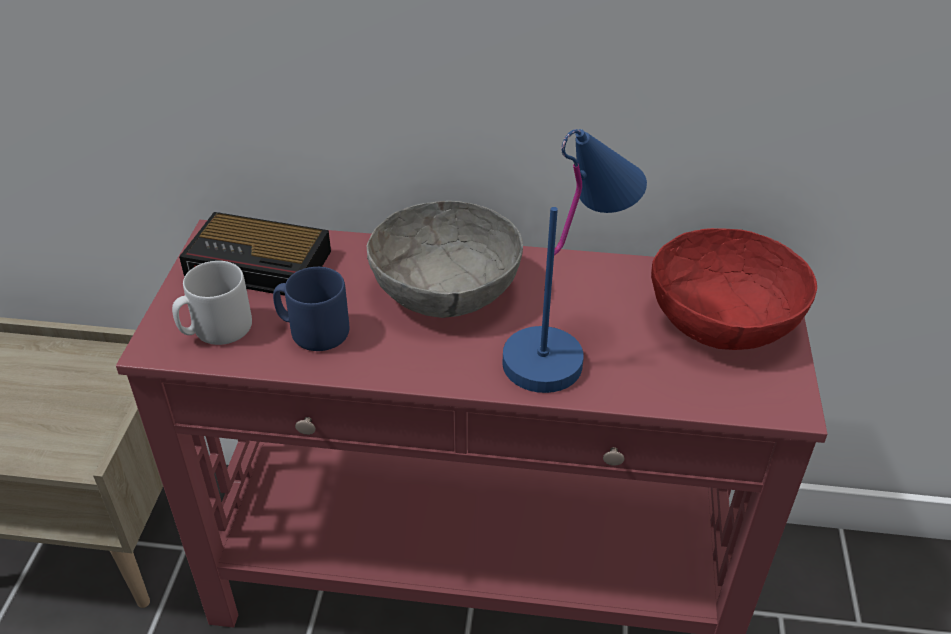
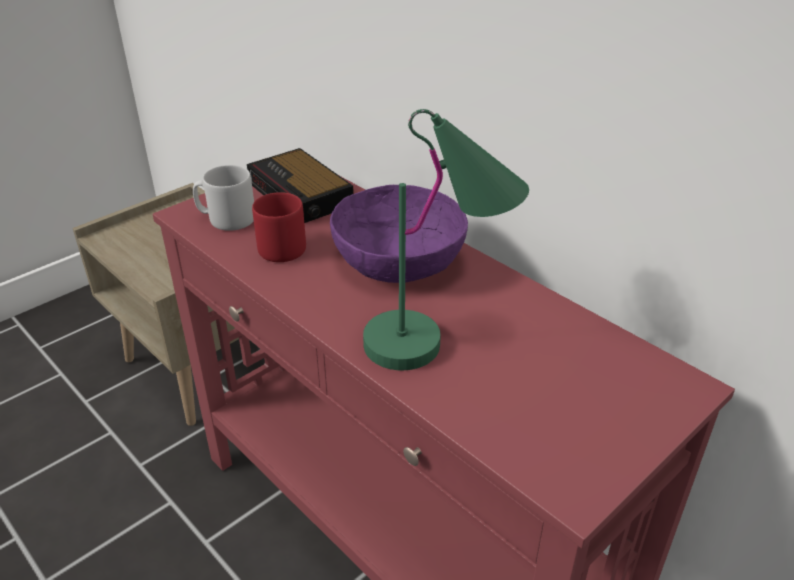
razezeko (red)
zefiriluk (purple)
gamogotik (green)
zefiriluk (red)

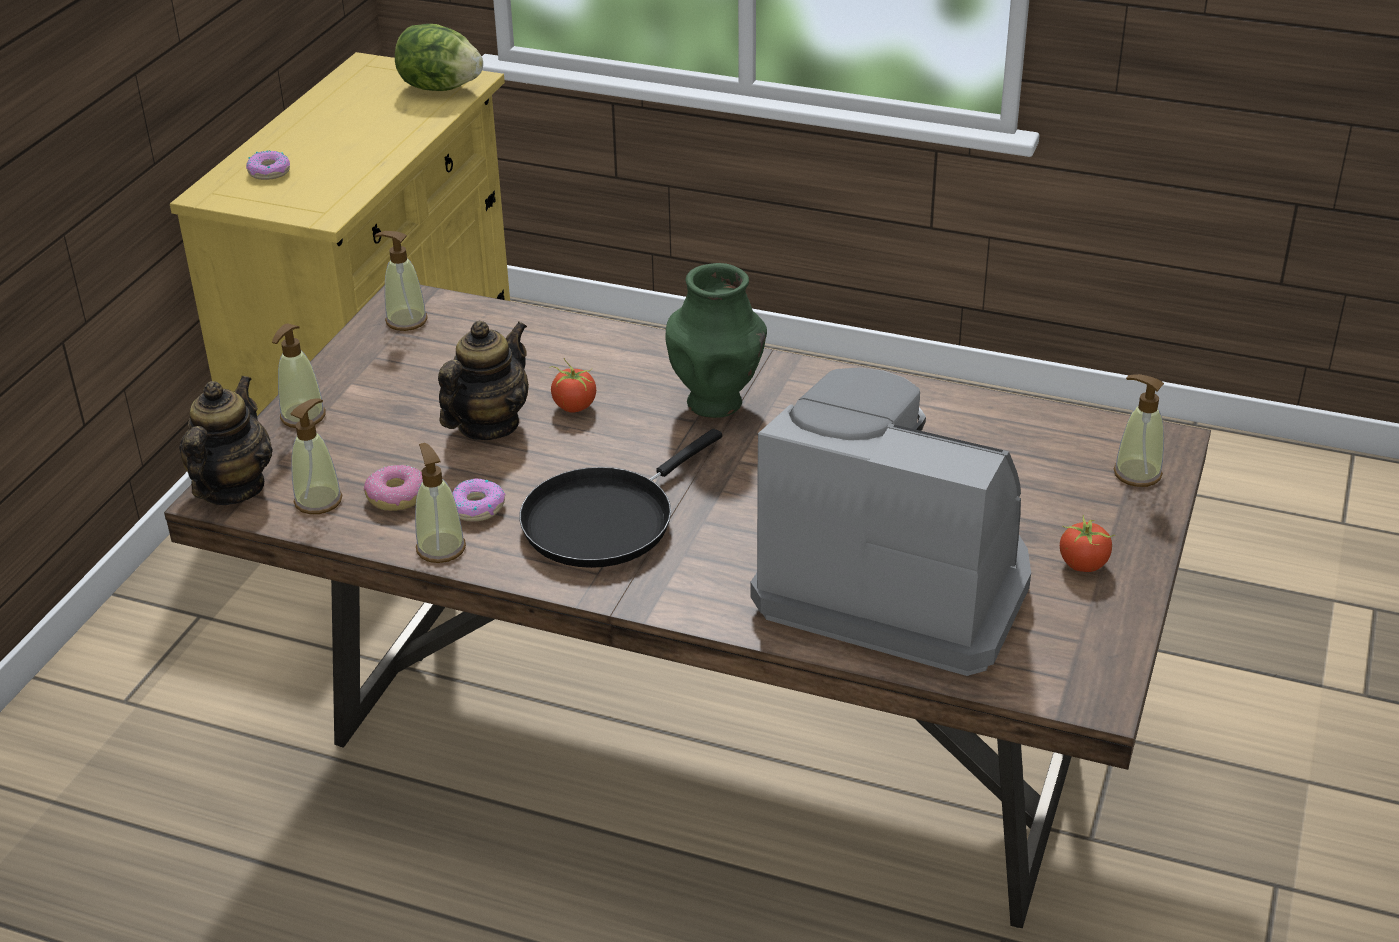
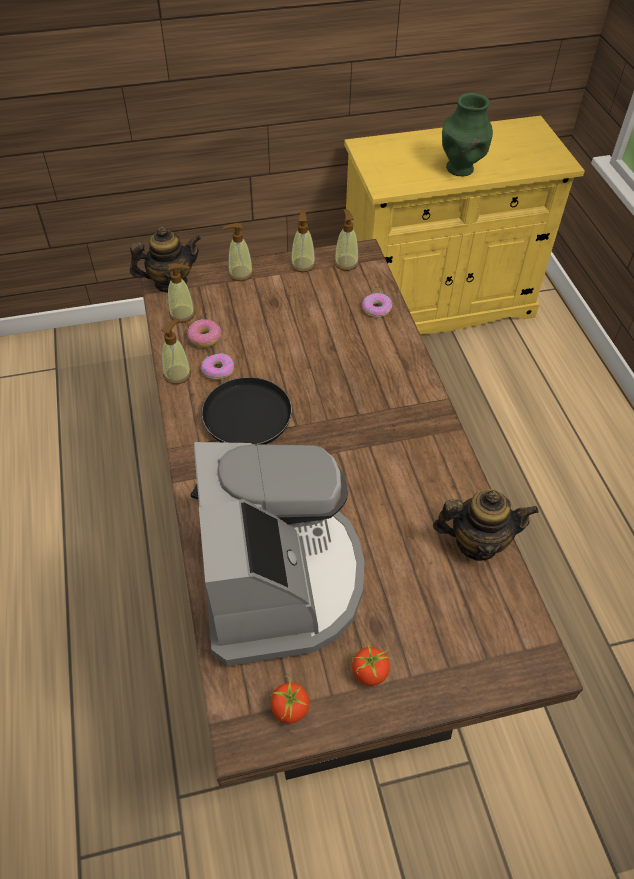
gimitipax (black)
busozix (1st from left)
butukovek (4th from left)
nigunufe (3rd from left)
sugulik (2nd from left)
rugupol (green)
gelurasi

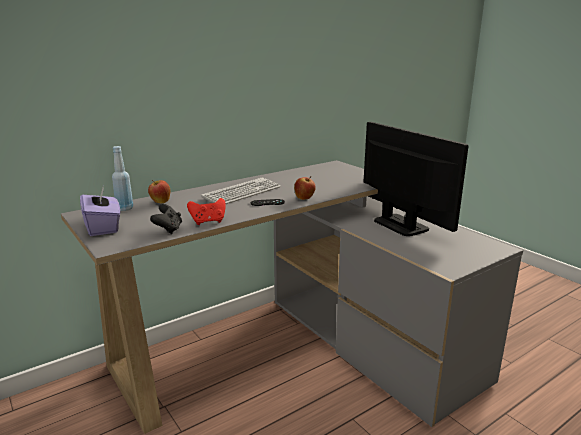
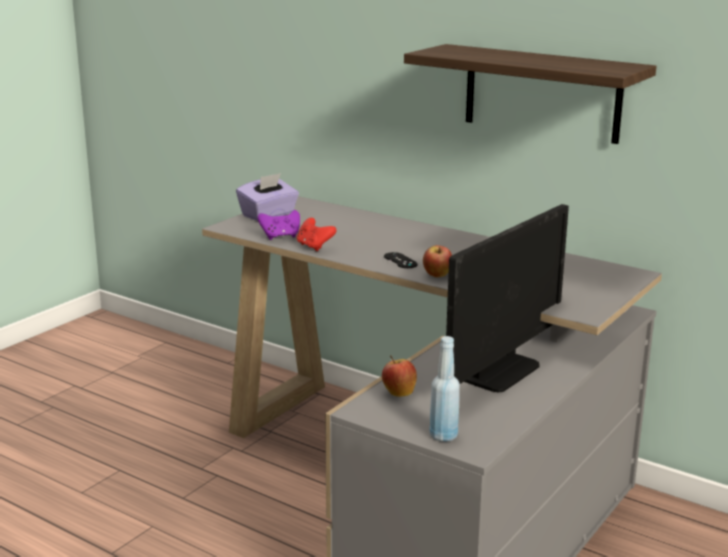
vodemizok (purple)
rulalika (1st from left)
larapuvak
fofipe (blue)
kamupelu

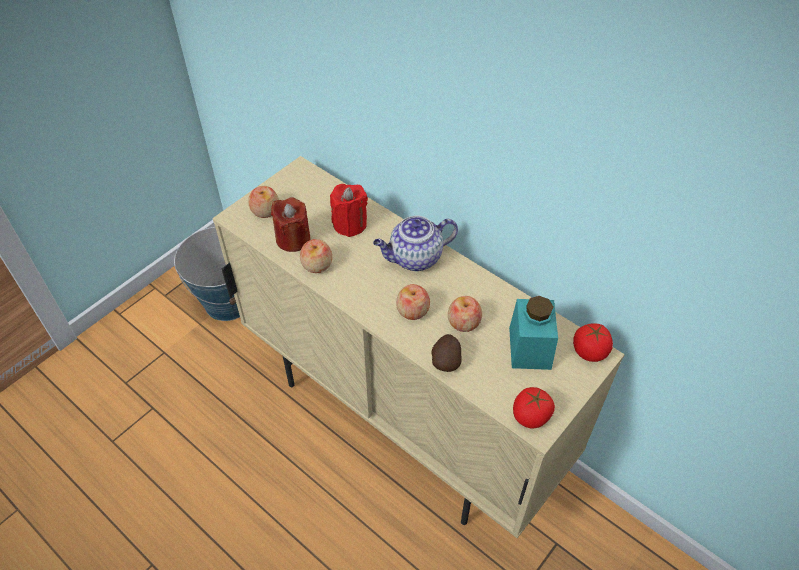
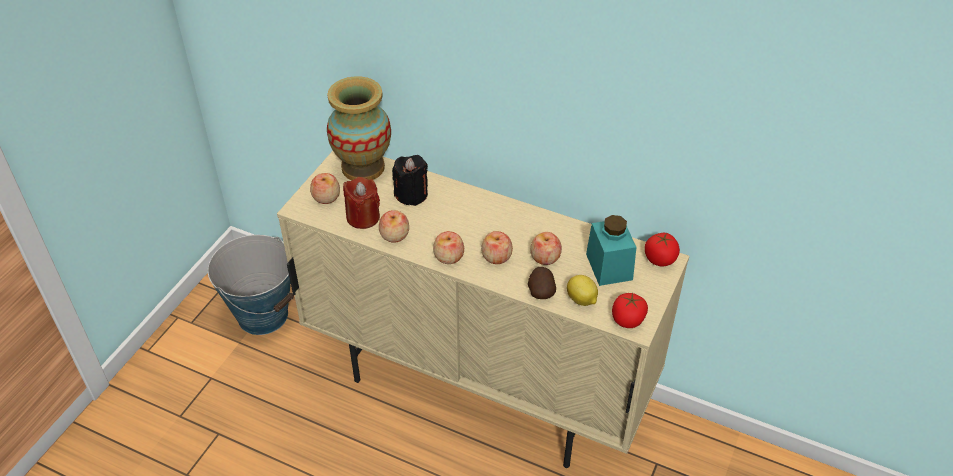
rugupol
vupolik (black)
rulalika (3rd from left)
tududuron
sugulik

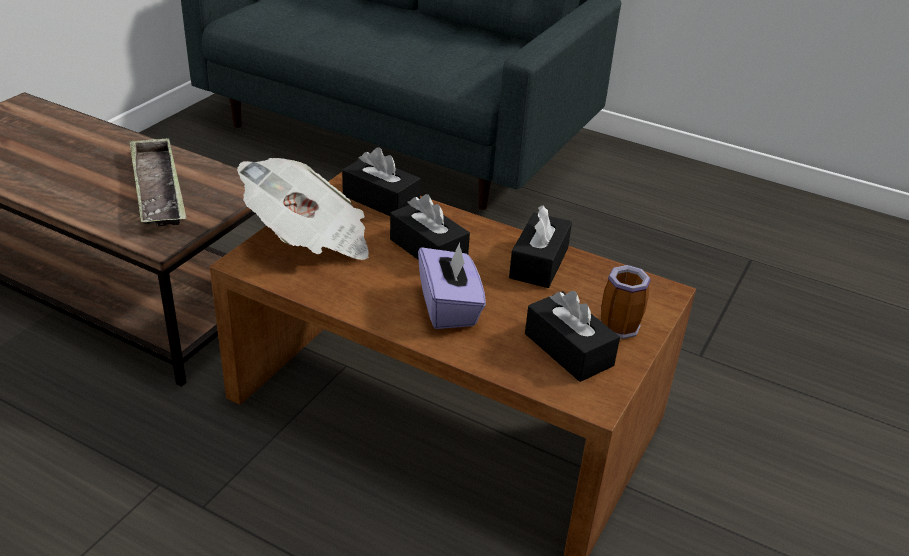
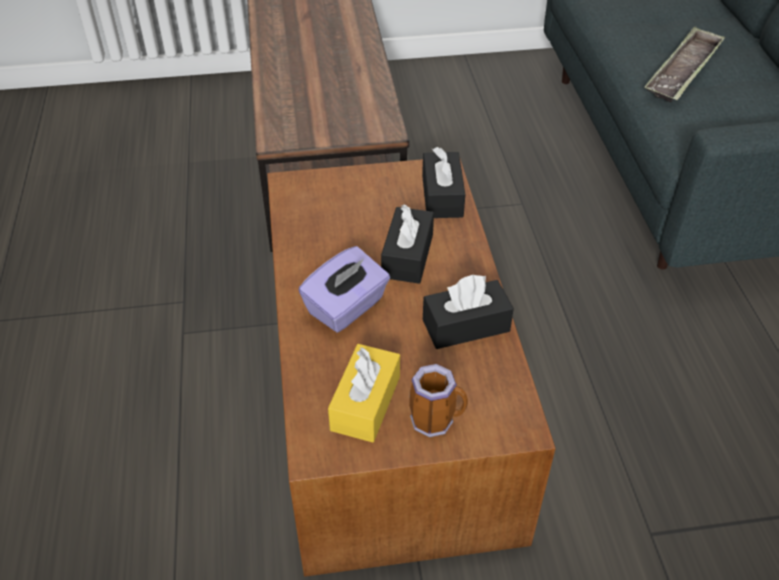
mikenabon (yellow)
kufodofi
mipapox

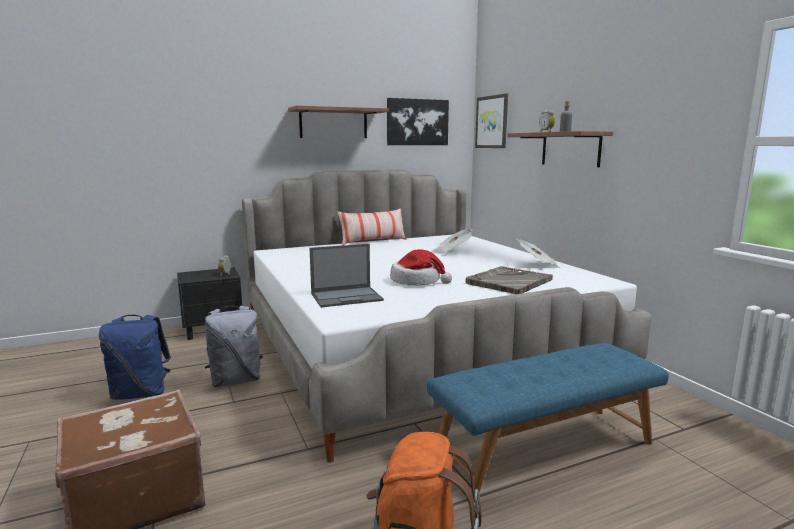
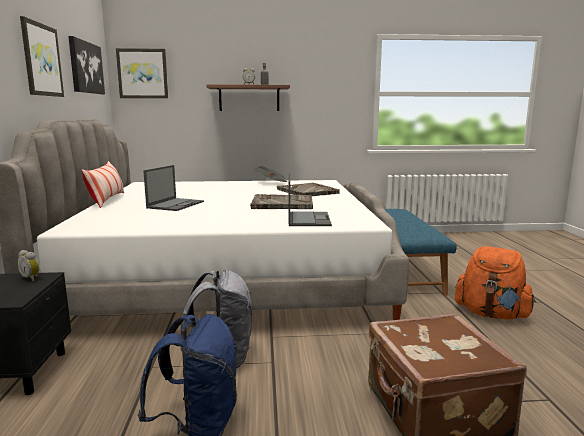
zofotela (1st from left)
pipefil (1st from left)
kufodofi (grey) (1st from left)
mipapox (1st from left in the first image)

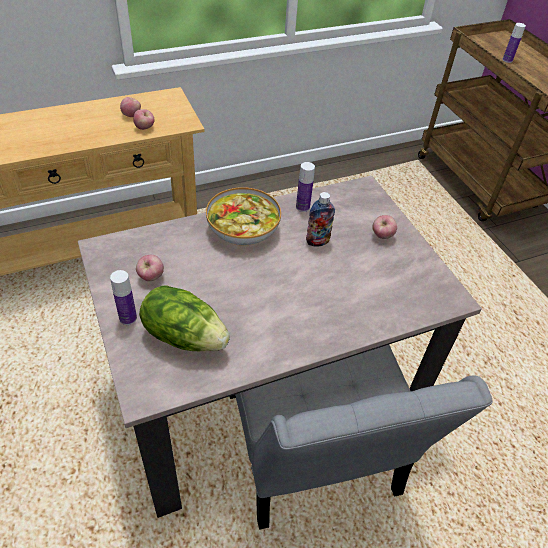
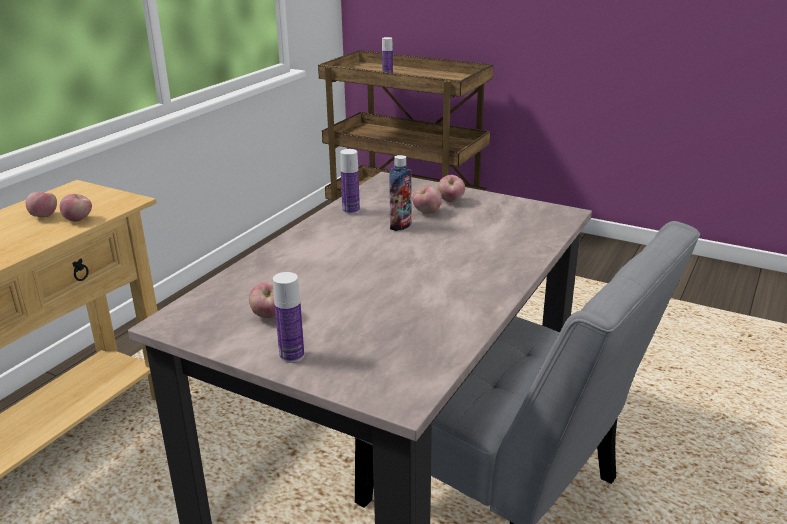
rulalika (4th from left)
gelurasi
zefiriluk

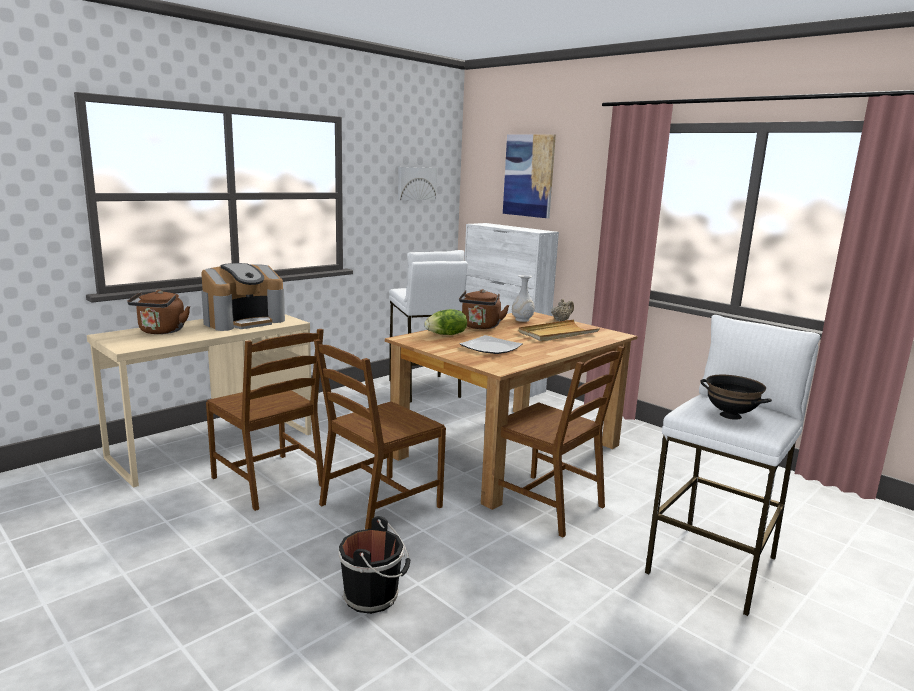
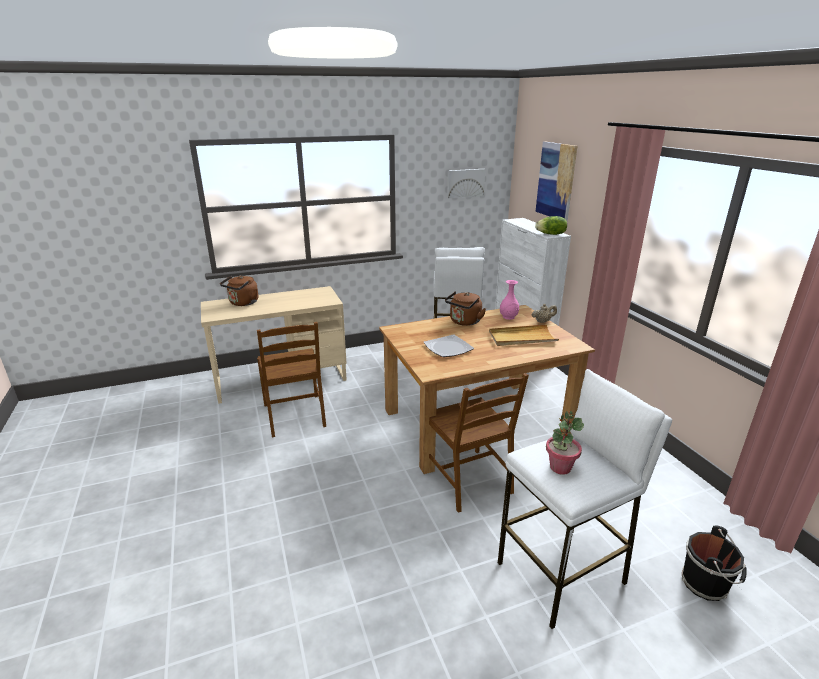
rugupol (pink)
gelurasi
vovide
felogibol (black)
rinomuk
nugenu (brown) (2nd from left in the first image)

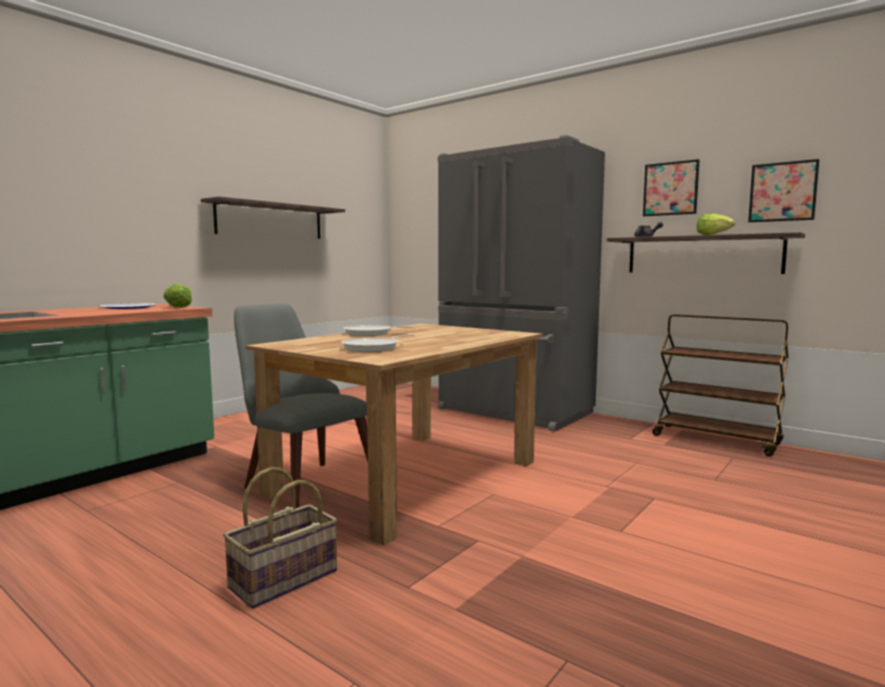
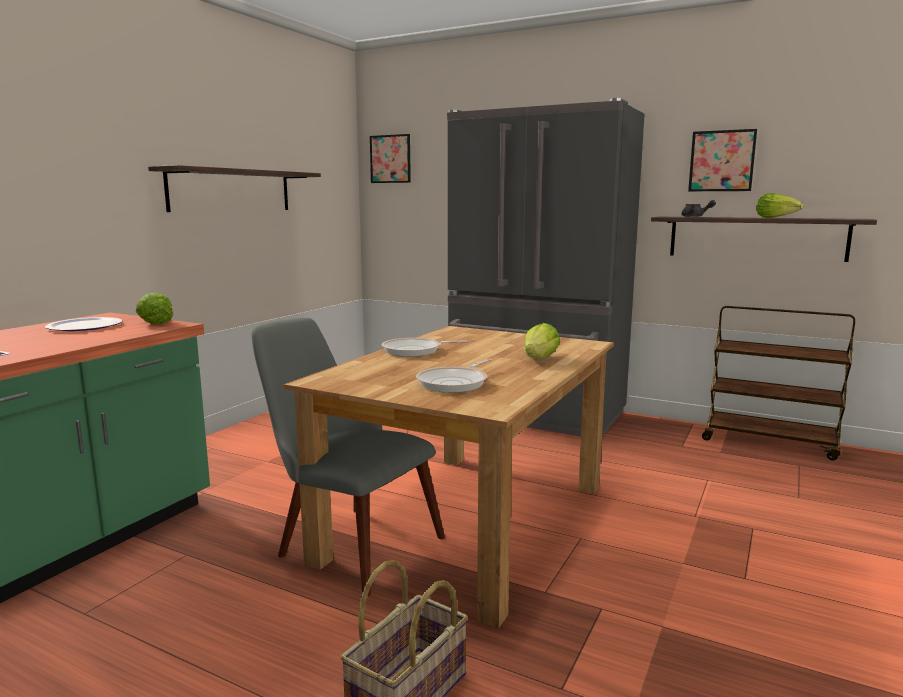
zofotela (1st from left)
gelurasi (2nd from left)

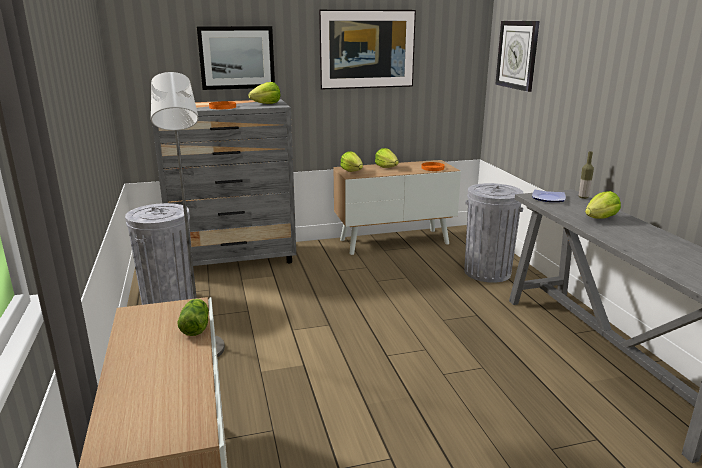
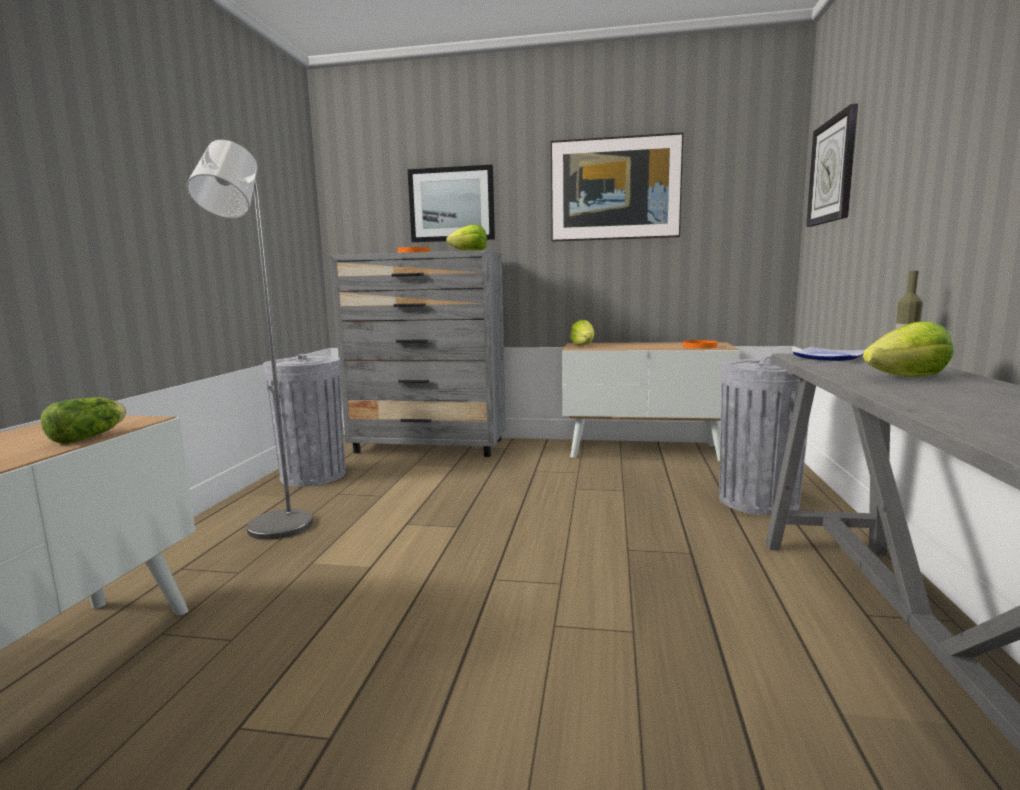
gelurasi (4th from left in the first image)

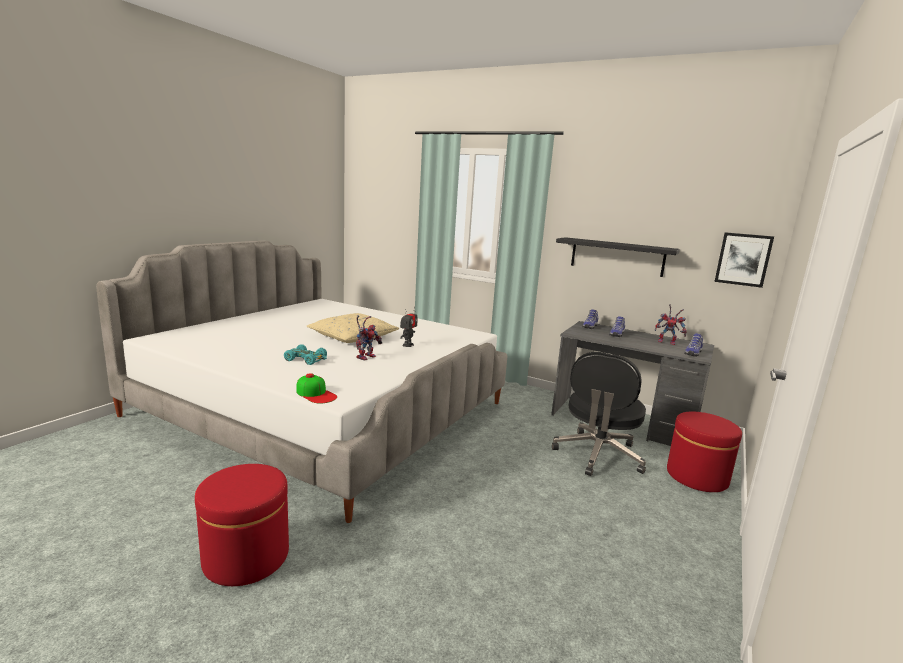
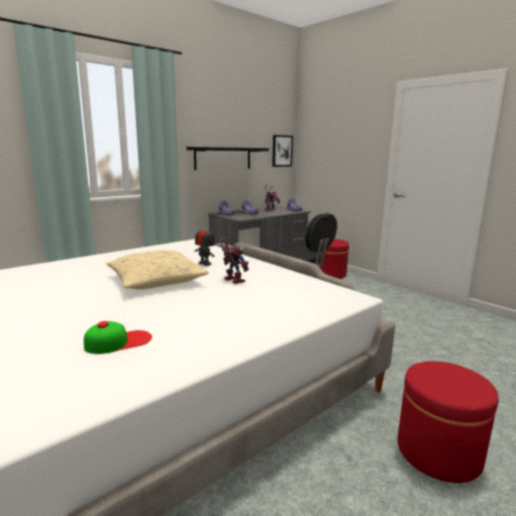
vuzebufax
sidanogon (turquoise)

